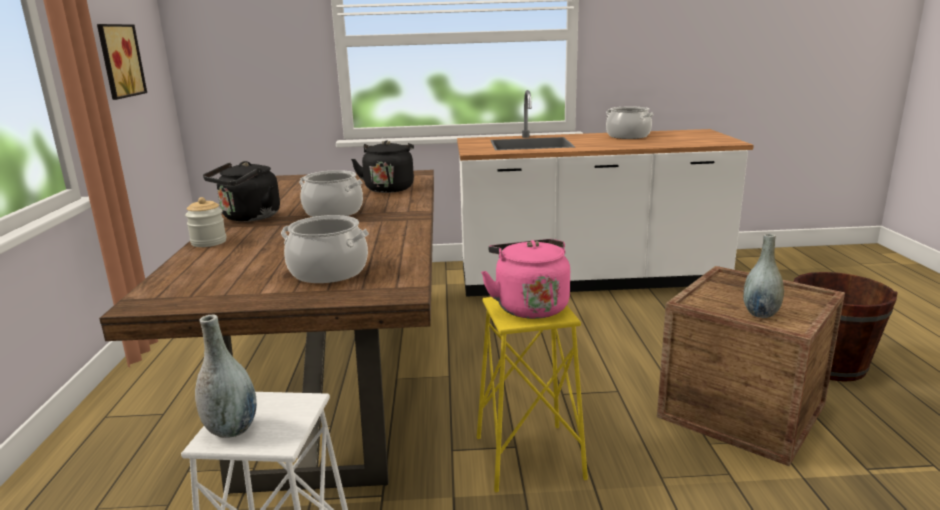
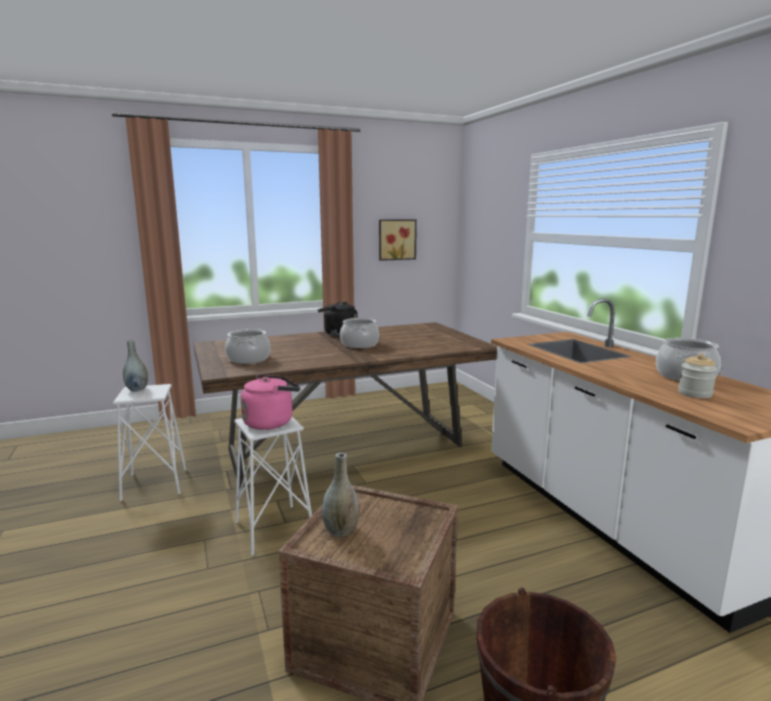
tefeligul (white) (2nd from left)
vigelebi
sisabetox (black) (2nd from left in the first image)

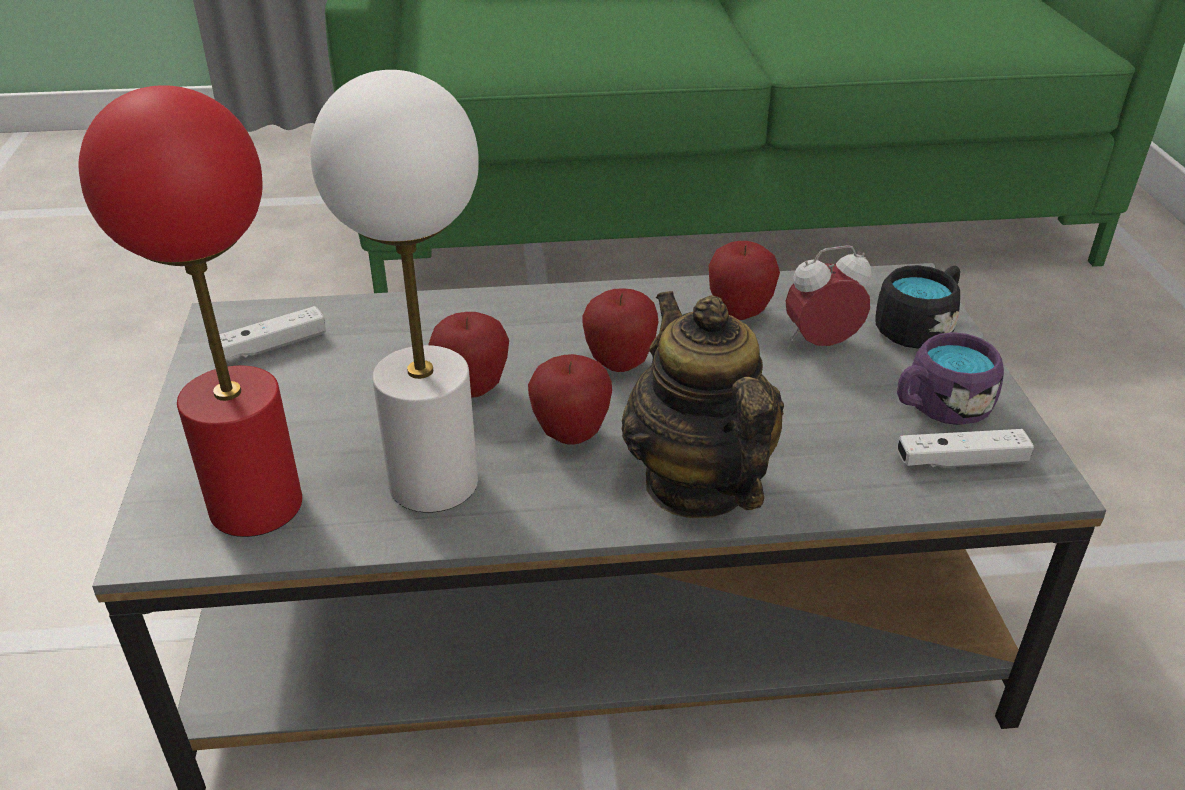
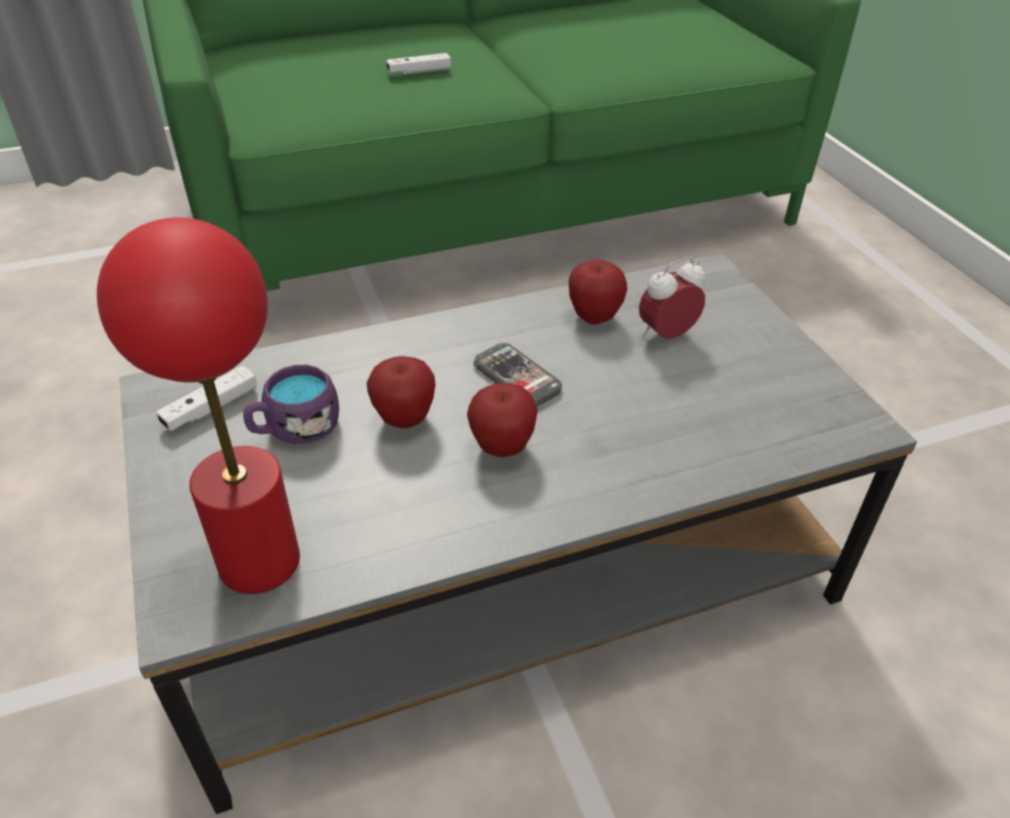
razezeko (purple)
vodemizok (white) (2nd from left)
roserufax
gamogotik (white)
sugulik
razezeko (black)

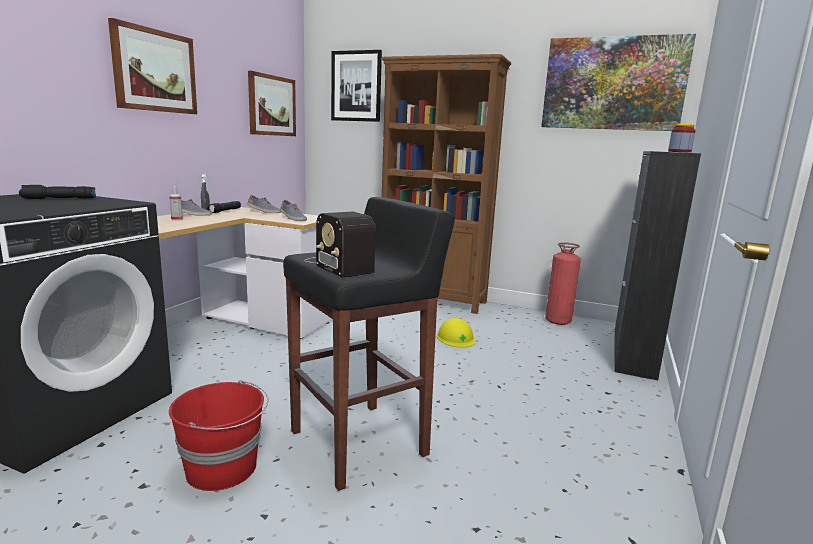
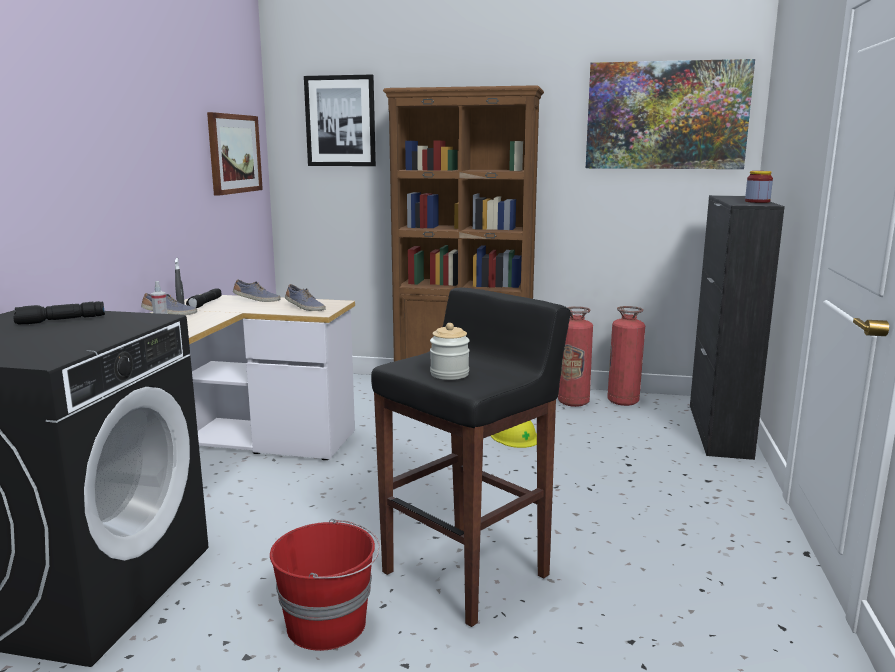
vigelebi (1st from left)
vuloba (1st from left)
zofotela (1st from left in the first image)

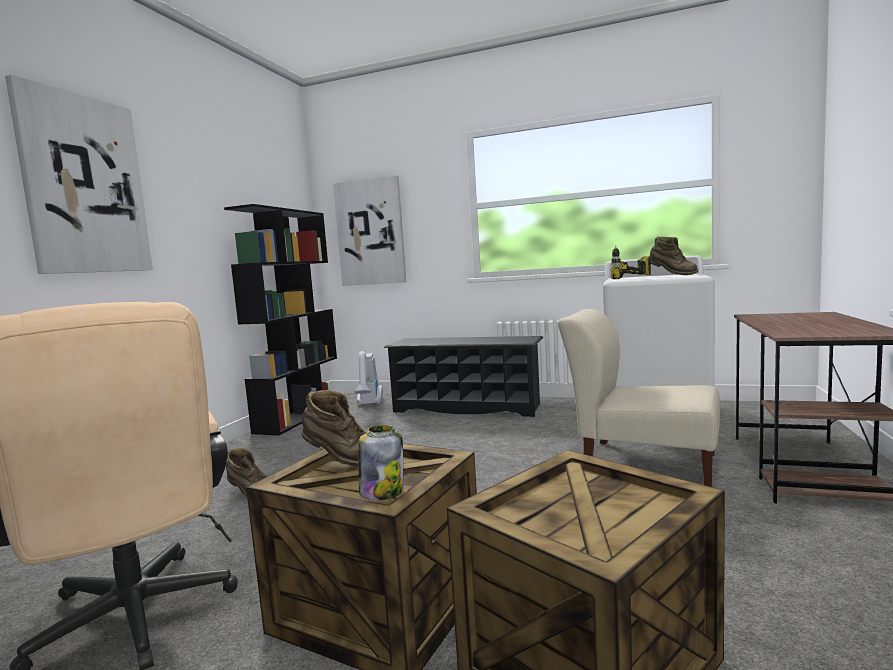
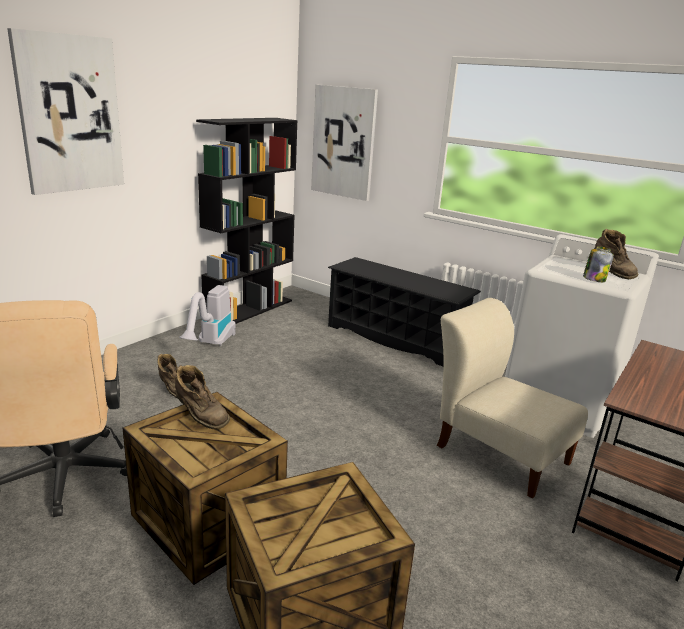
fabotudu
vigelebi
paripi

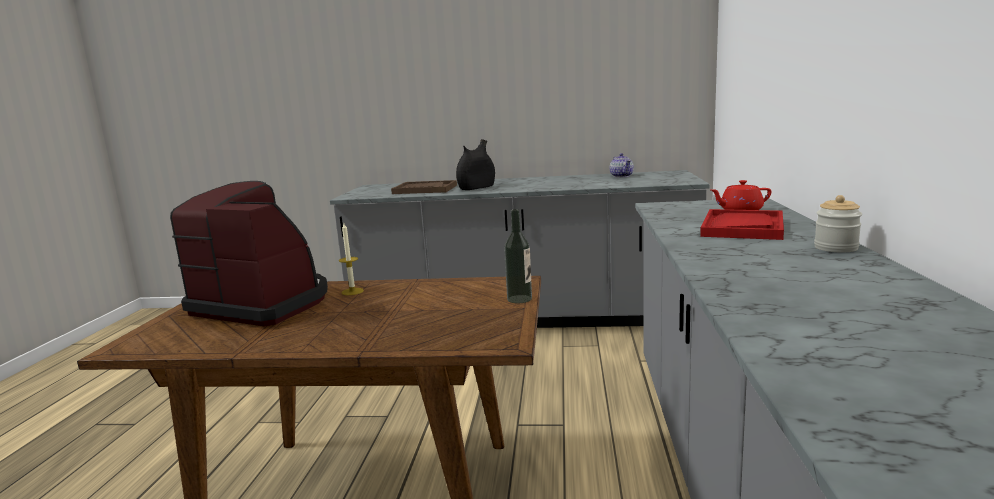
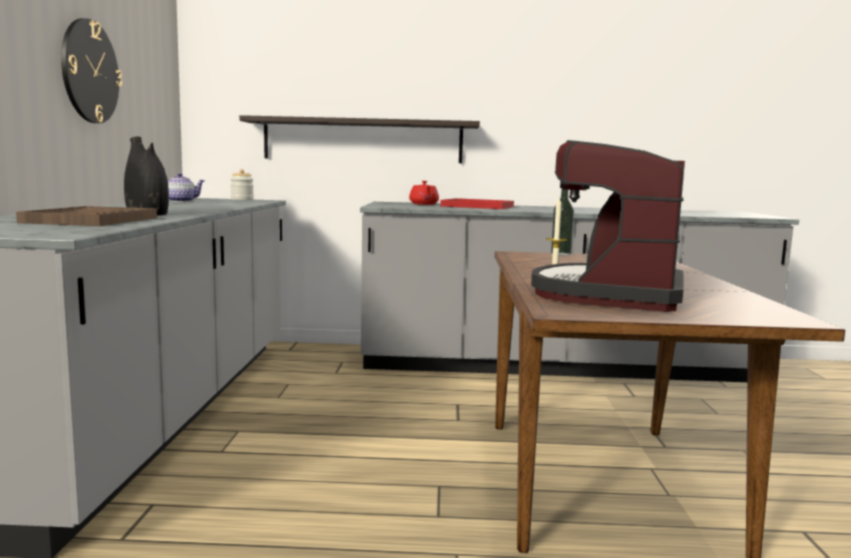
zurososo
vigelebi
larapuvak

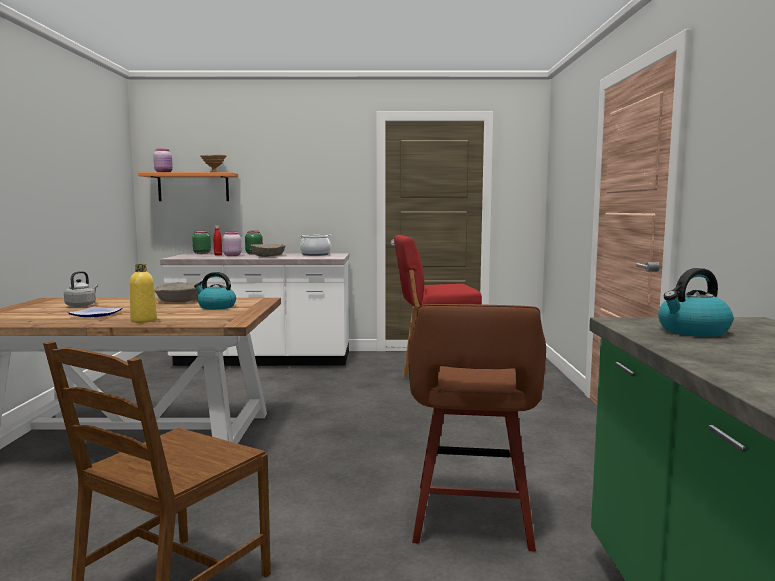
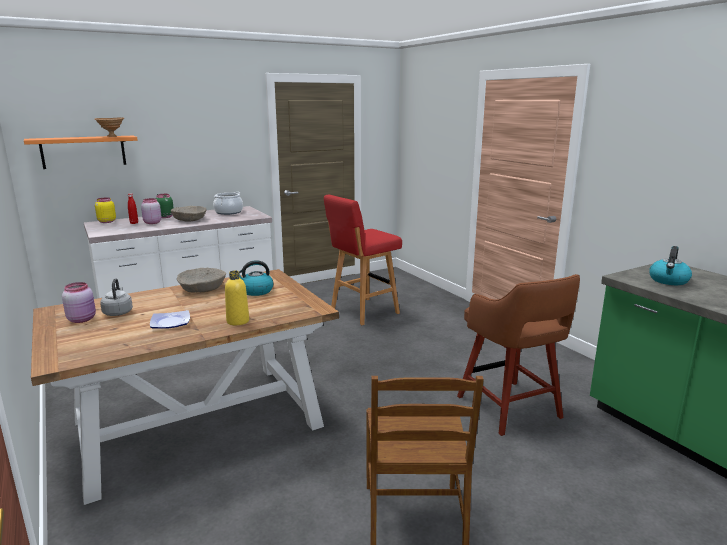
vigelebi (pink) (1st from left)
vigelebi (yellow)

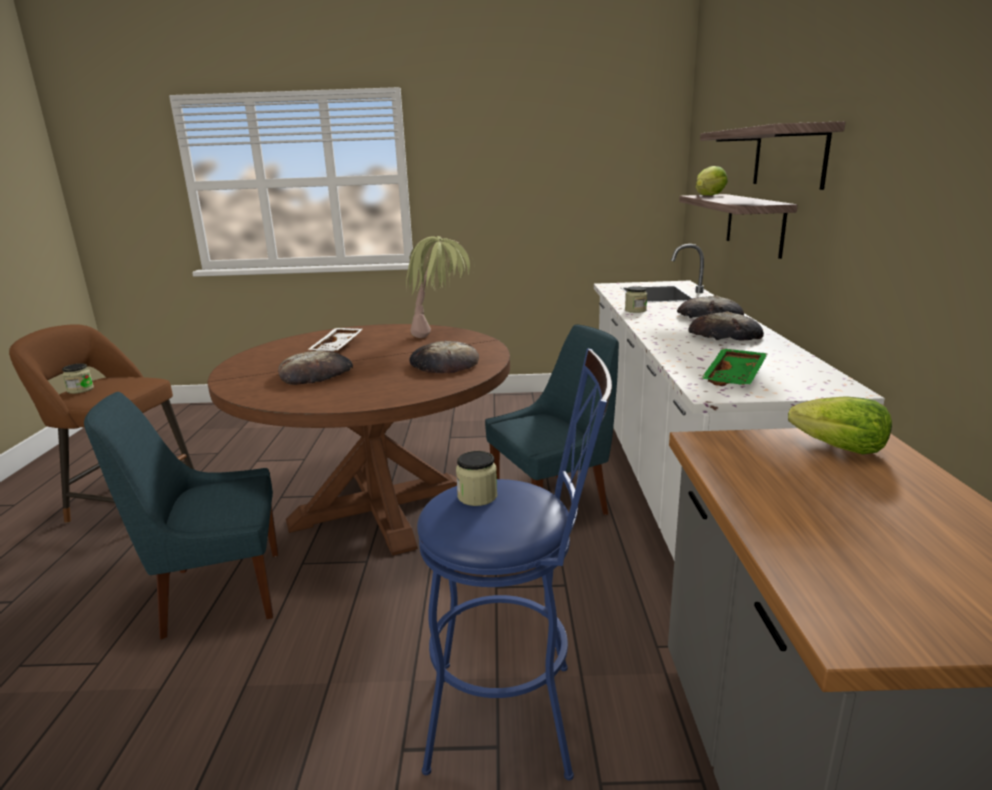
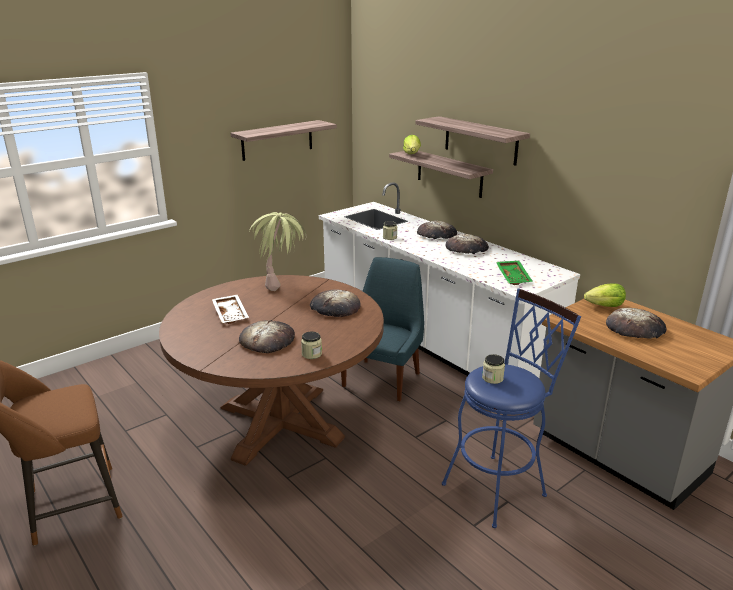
larapuvak (1st from left)
vigelebi (1st from left)
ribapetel (5th from left)
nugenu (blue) (1st from left in the first image)

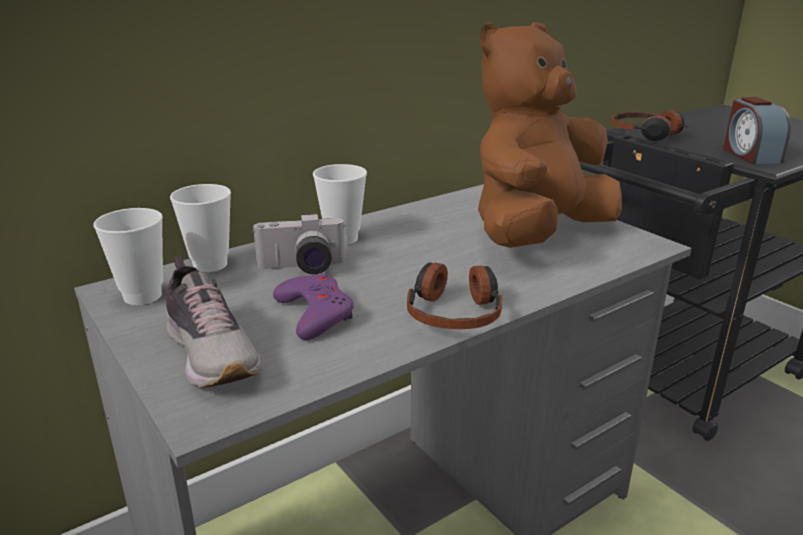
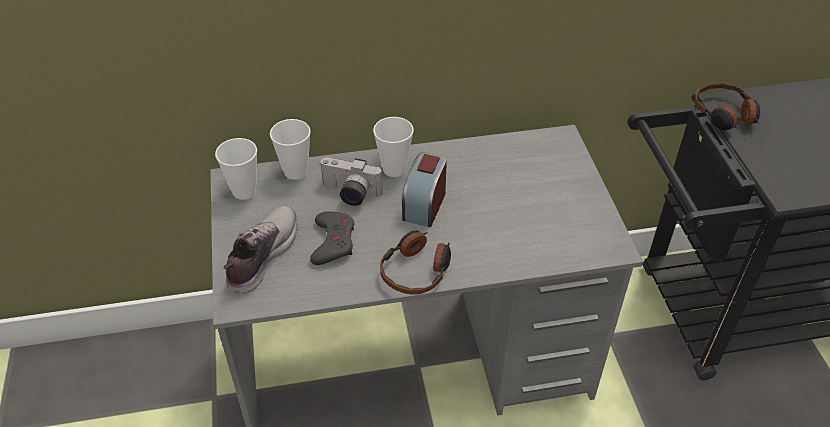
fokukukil
vodemizok (grey)
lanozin
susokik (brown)

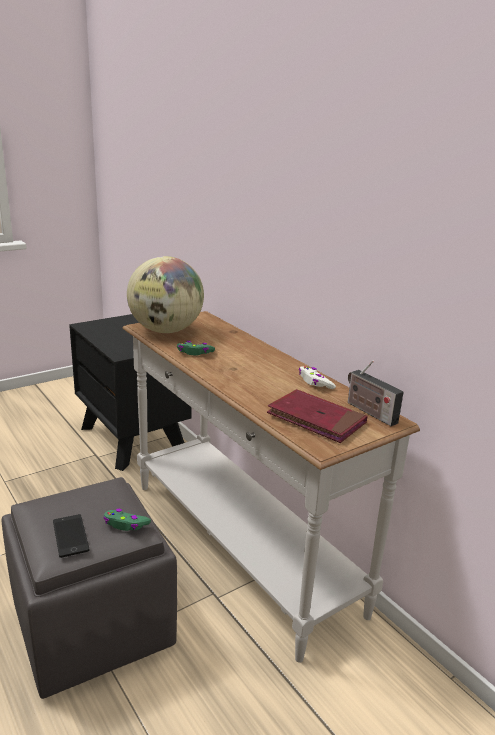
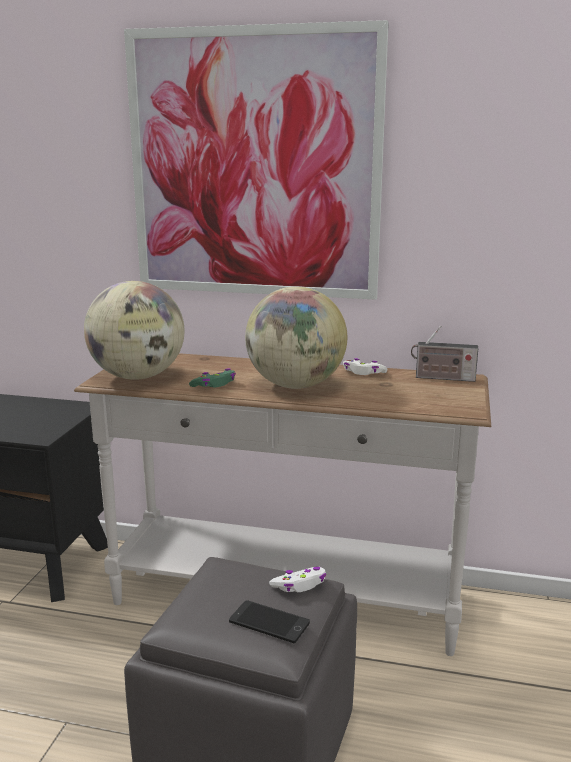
zofotela
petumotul (2nd from left)
vodemizok (white) (1st from left)
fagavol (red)

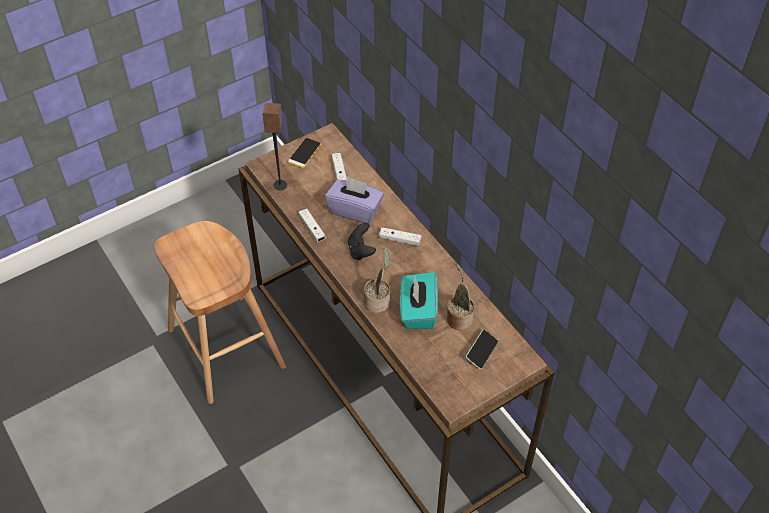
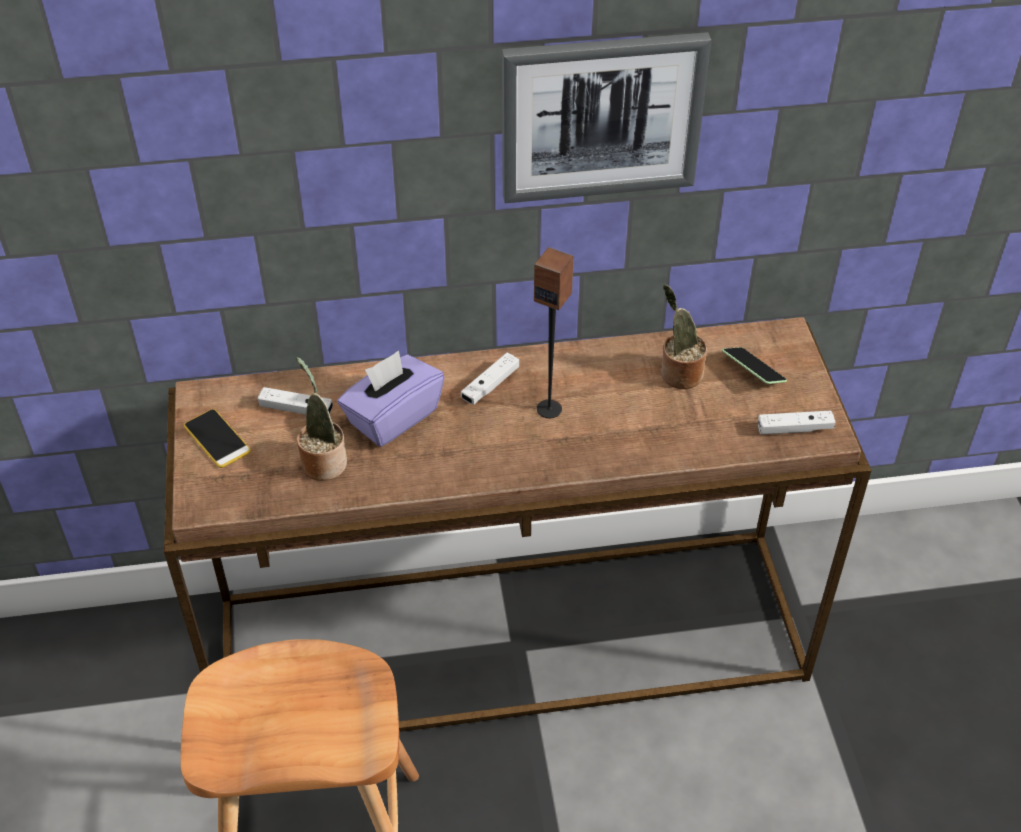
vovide (1st from left)
zofotela
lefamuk
vodemizok (white) (3rd from left)
vodemizok (black)
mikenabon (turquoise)

